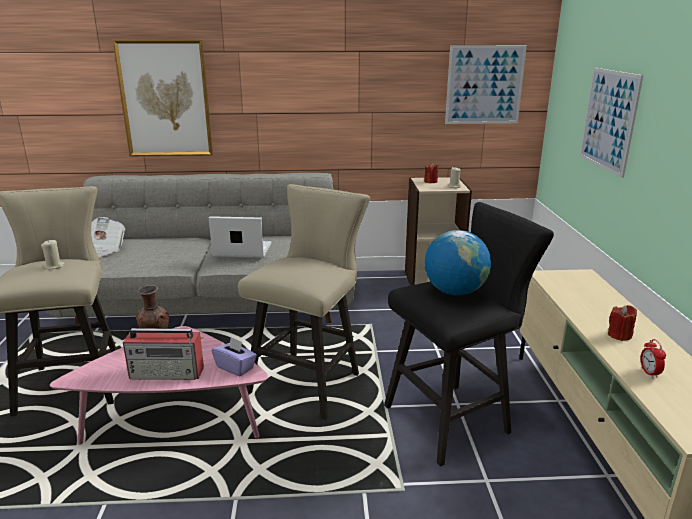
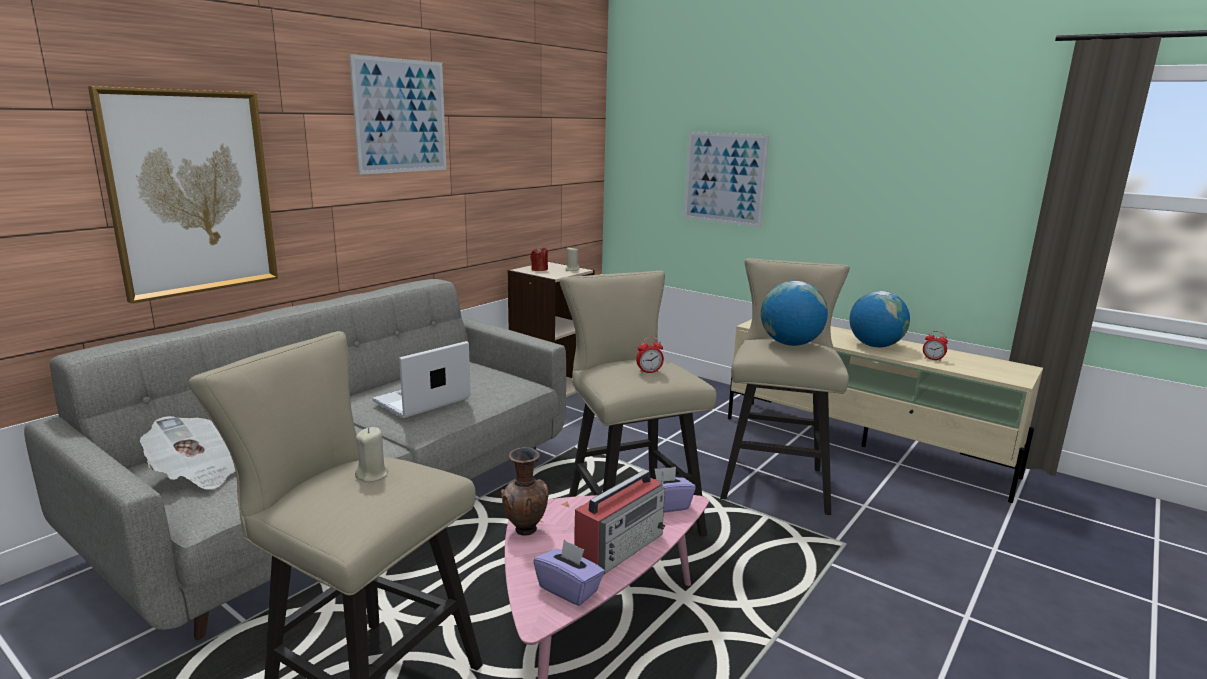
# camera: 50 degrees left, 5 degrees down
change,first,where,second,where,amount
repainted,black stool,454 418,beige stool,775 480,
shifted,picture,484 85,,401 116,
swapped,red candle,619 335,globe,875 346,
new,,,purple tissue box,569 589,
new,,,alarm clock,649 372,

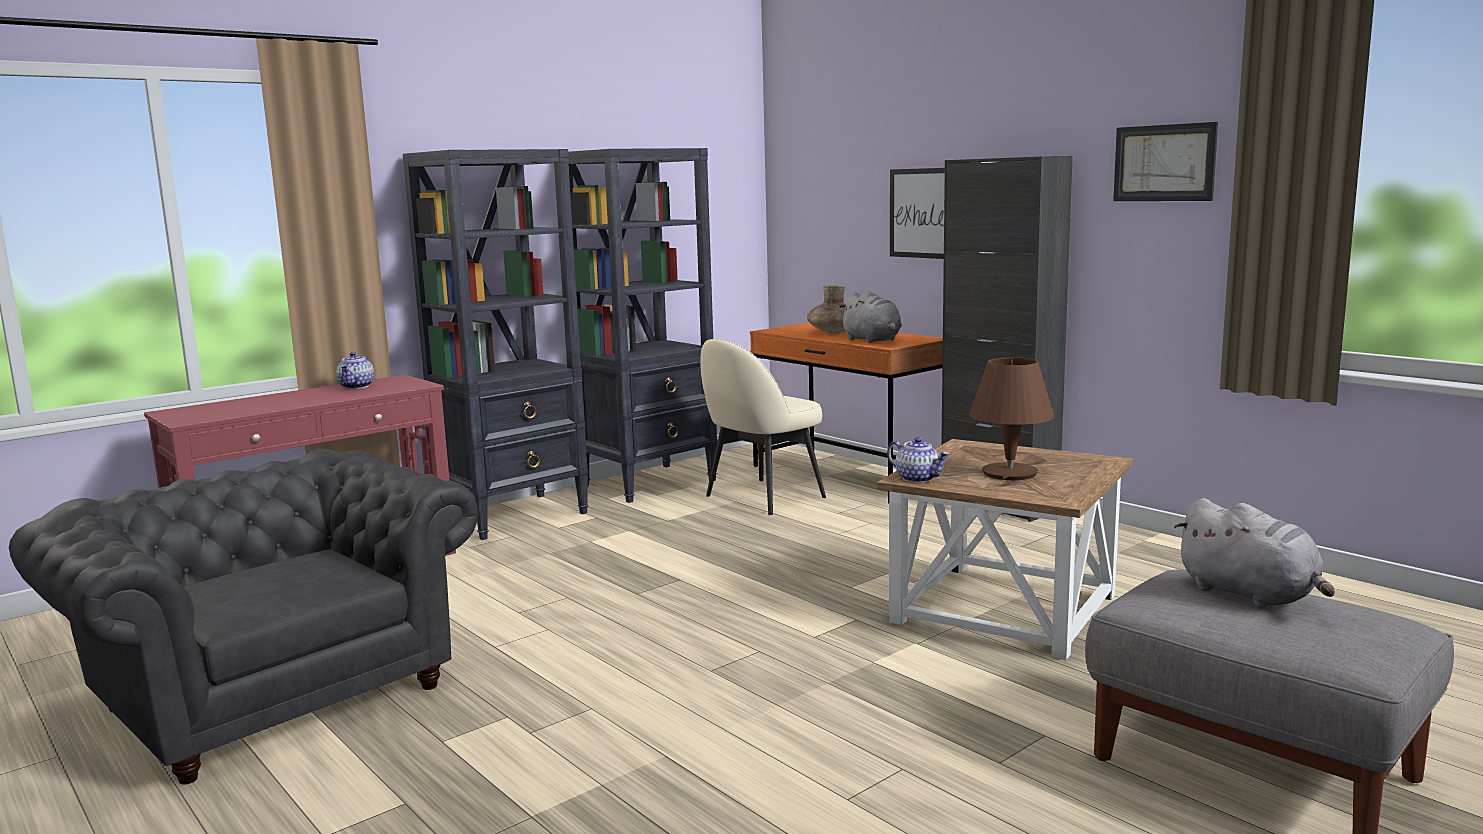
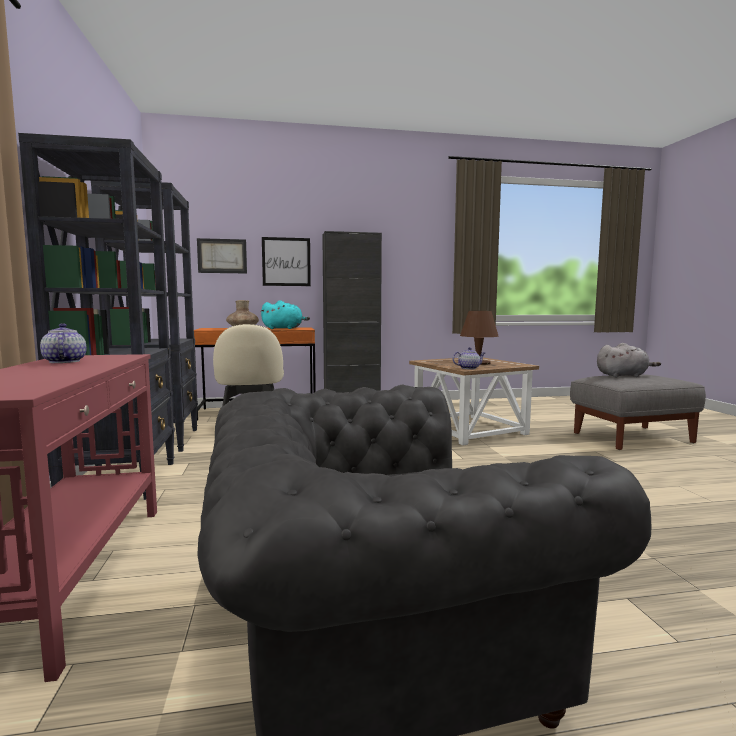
# camera: 60 degrees left, 5 degrees down
change,first,where,second,where,amount
rotated,teapot,357 386,,64 361,150 degrees counterclockwise
repainted,grey plush toy,873 340,turquoise plush toy,284 328,
shifted,picture,1164 163,,222 256,

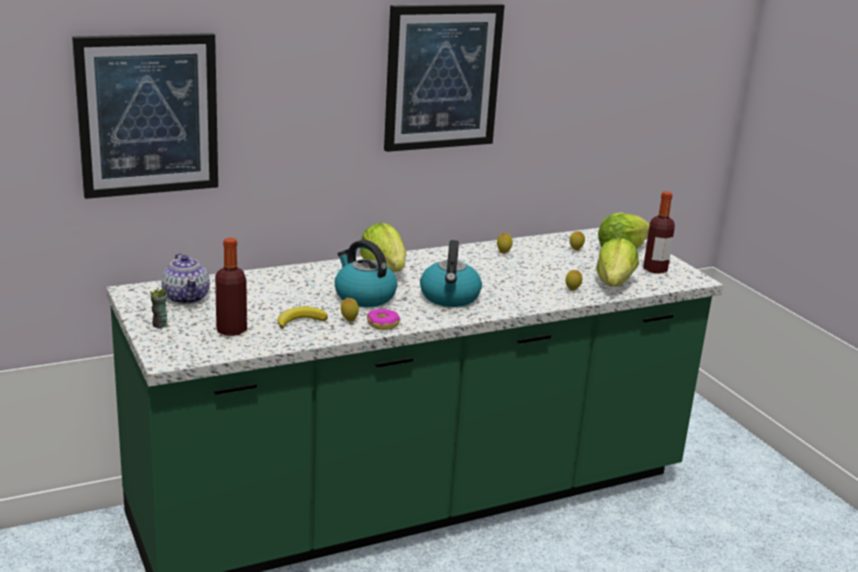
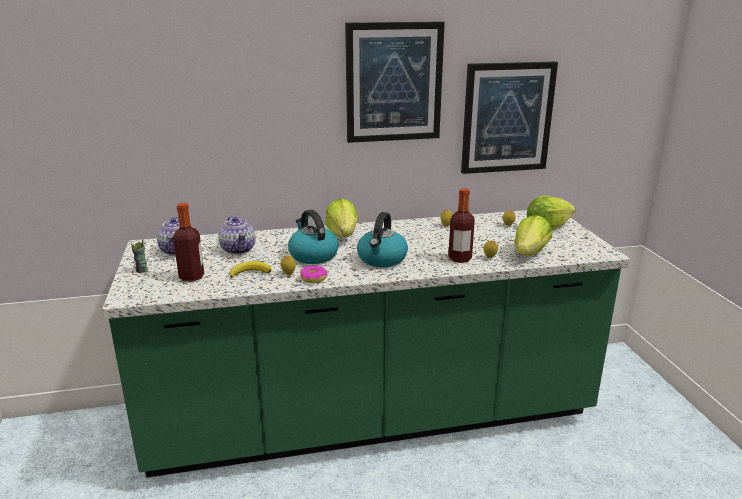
# camera: 15 degrees right, 0 degrees up
change,first,where,second,where,amount
shifted,picture,148 115,,507 118,
shifted,bottle,655 269,,460 259,
new,,,teapot,238 249,

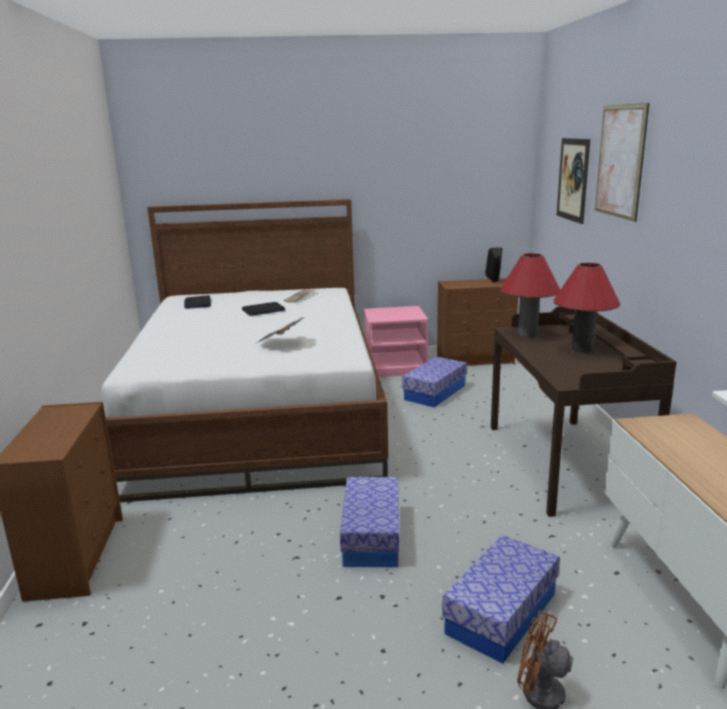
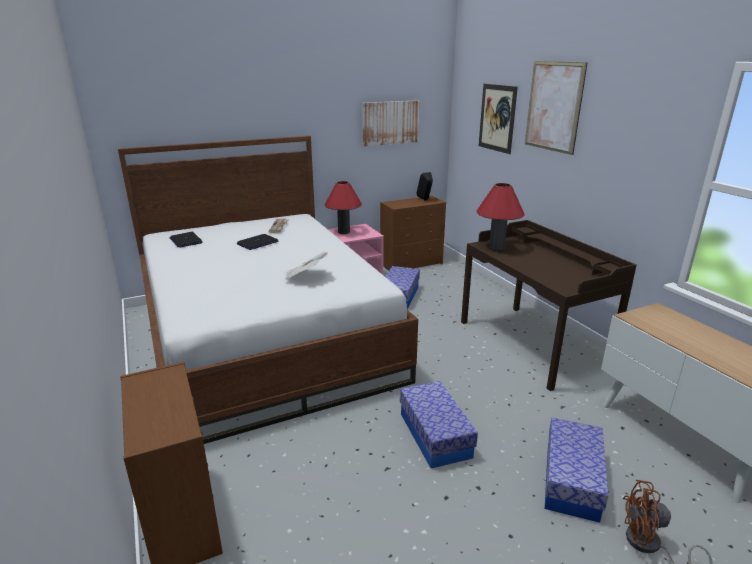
# camera: 20 degrees left, 5 degrees up
change,first,where,second,where,amount
shifted,red table lamp,582 349,,344 232,
new,,,picture,390 123,

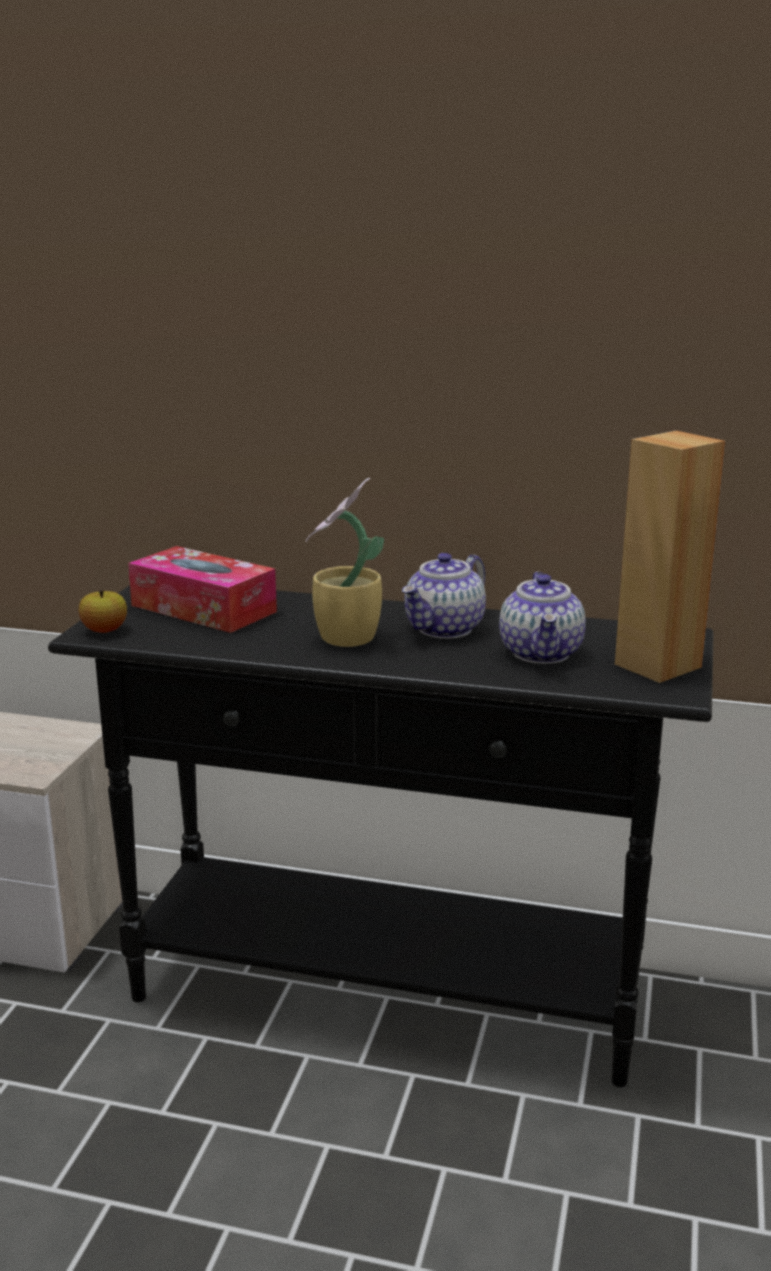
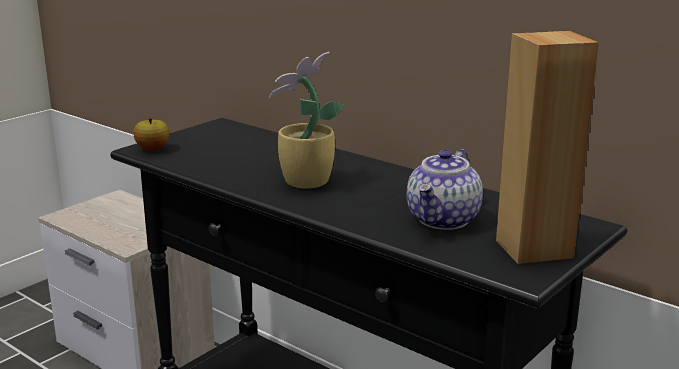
# camera: 25 degrees right, 0 degrees up
change,first,where,second,where,amount
gone,tissue box,203 608,,,
gone,teapot,445 629,,,

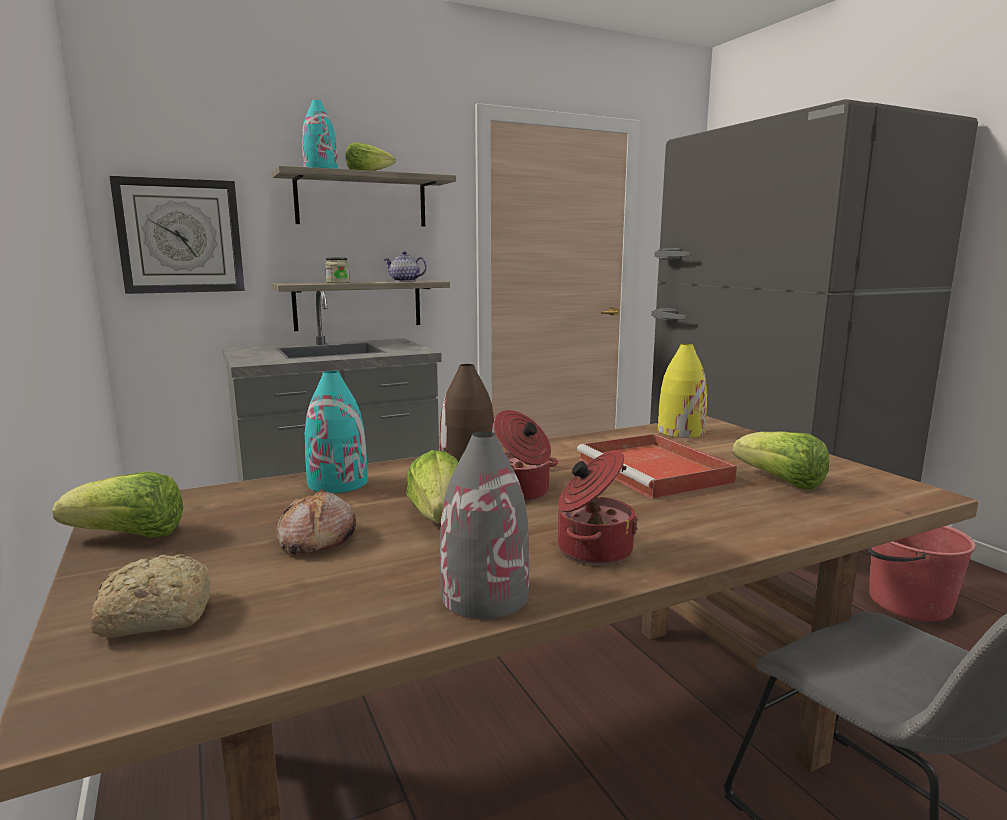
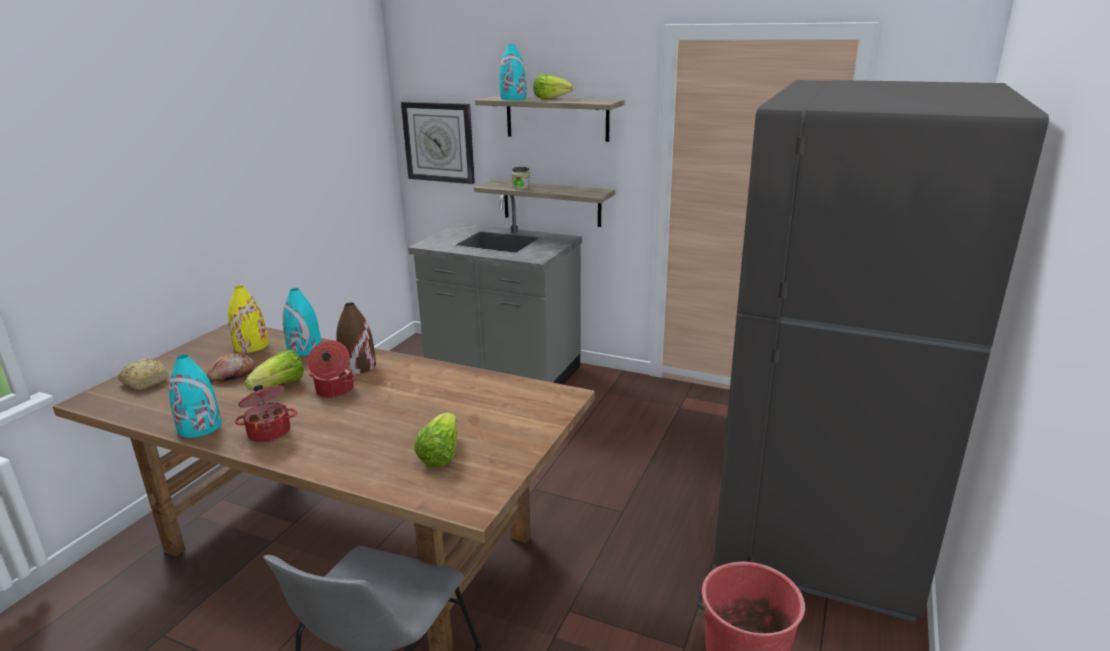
# camera: 50 degrees right, 10 degrees up
change,first,where,second,where,amount
gone,lettuce,129 536,,,
gone,teapot,404 281,,,
repainted,grey vase,485 595,turquoise vase,200 427,
gone,red tray,655 471,,,
shifted,yellow vase,680 431,,251 345,

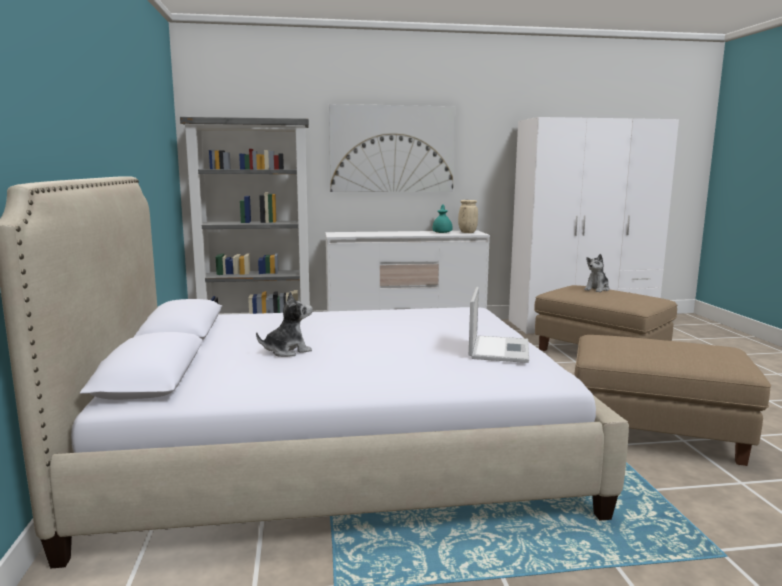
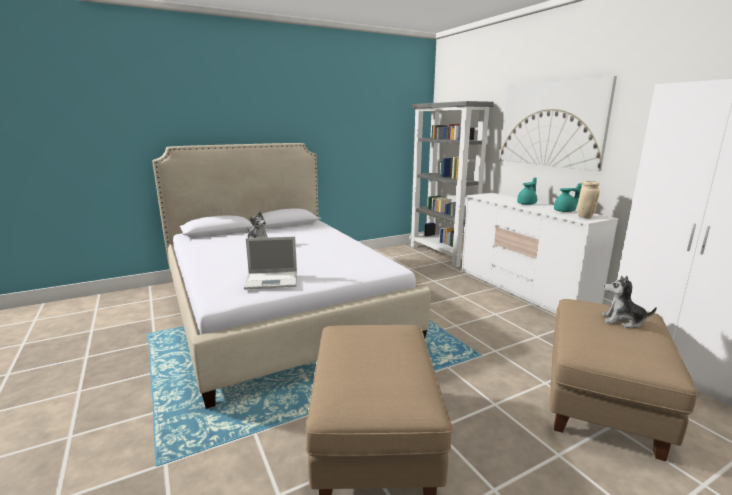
# camera: 70 degrees right, 5 degrees up
change,first,where,second,where,amount
new,,,turquoise teapot,527 204,

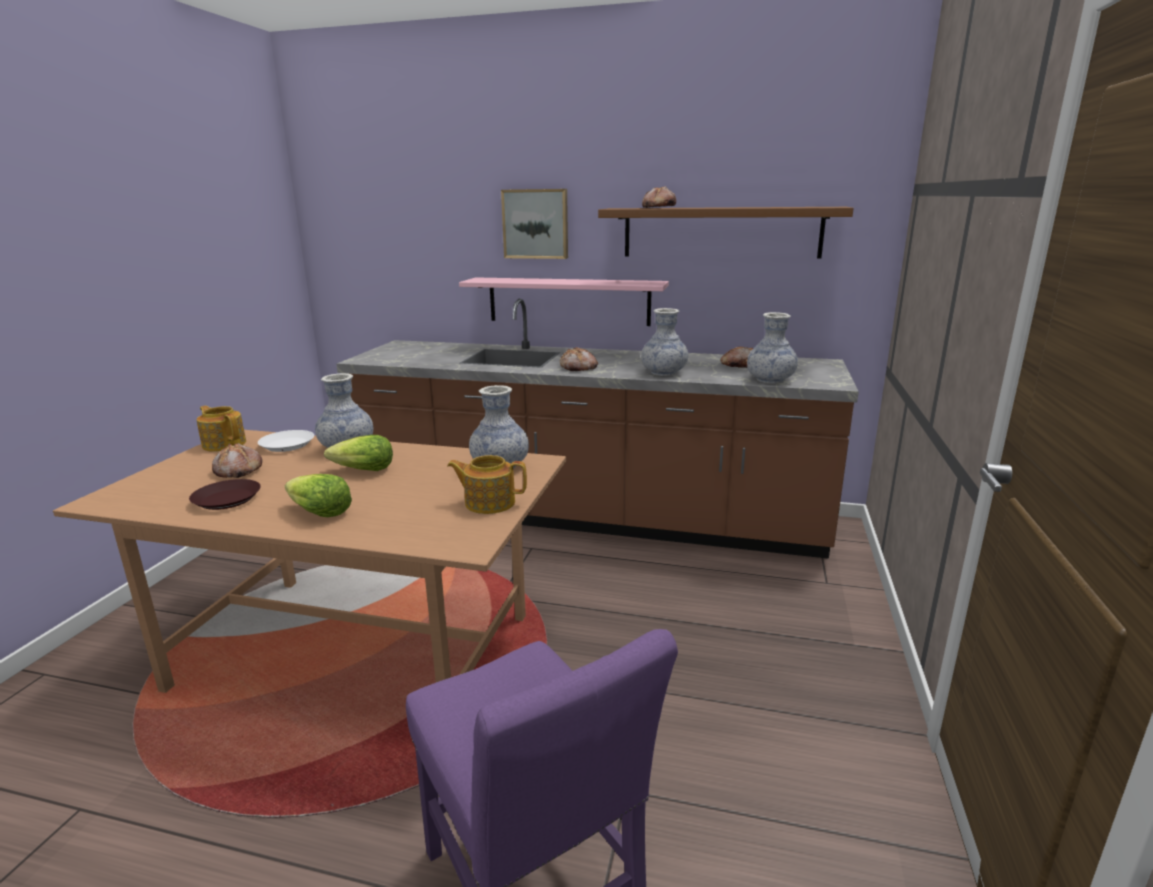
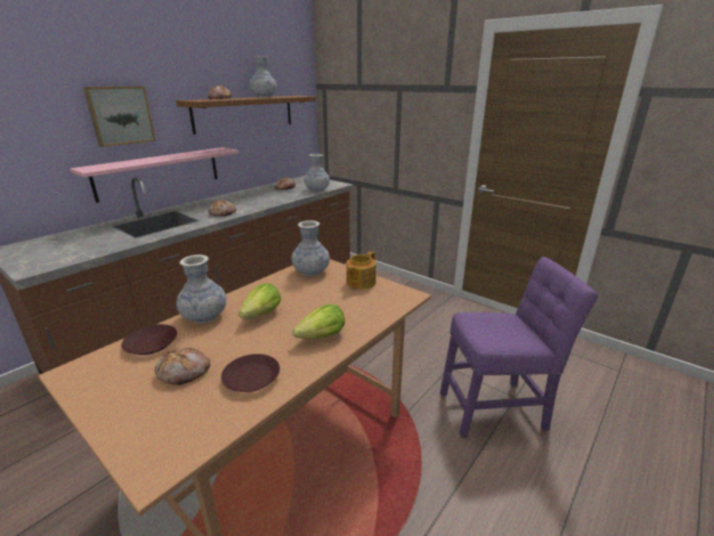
# camera: 65 degrees left, 5 degrees up
change,first,where,second,where,amount
gone,teapot,224 444,,,
repainted,white plate,287 445,brown plate,150 344,
shifted,vase,664 373,,264 97,

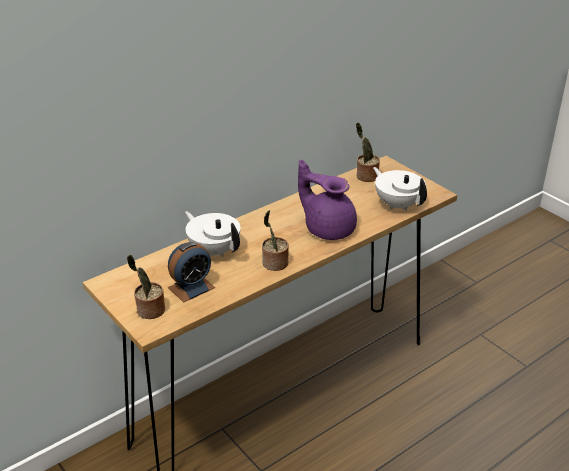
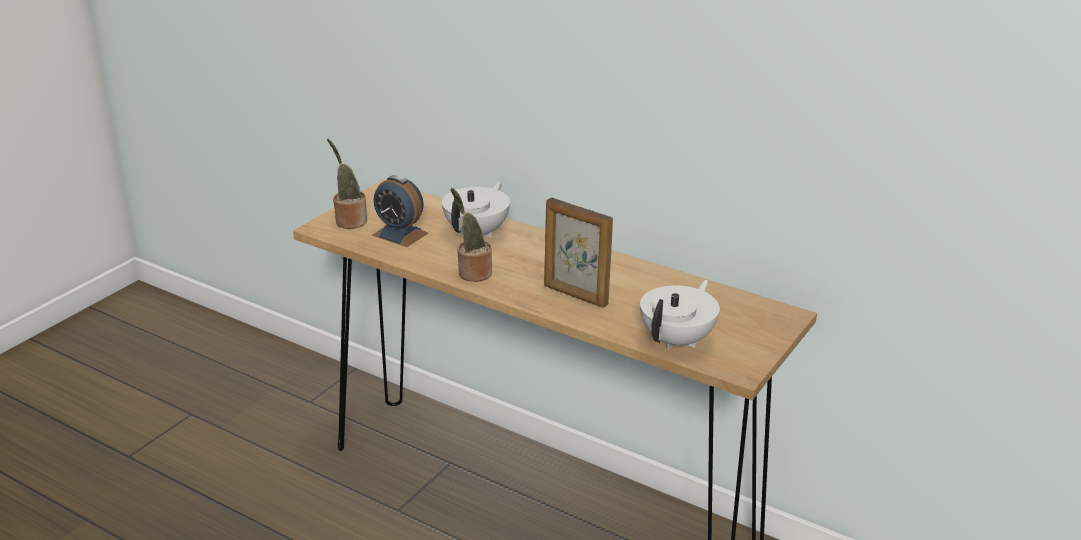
# camera: 70 degrees right, 5 degrees down
change,first,where,second,where,amount
swapped,purple teapot,328 228,picture frame,575 295,
gone,potted plant,365 176,,,

